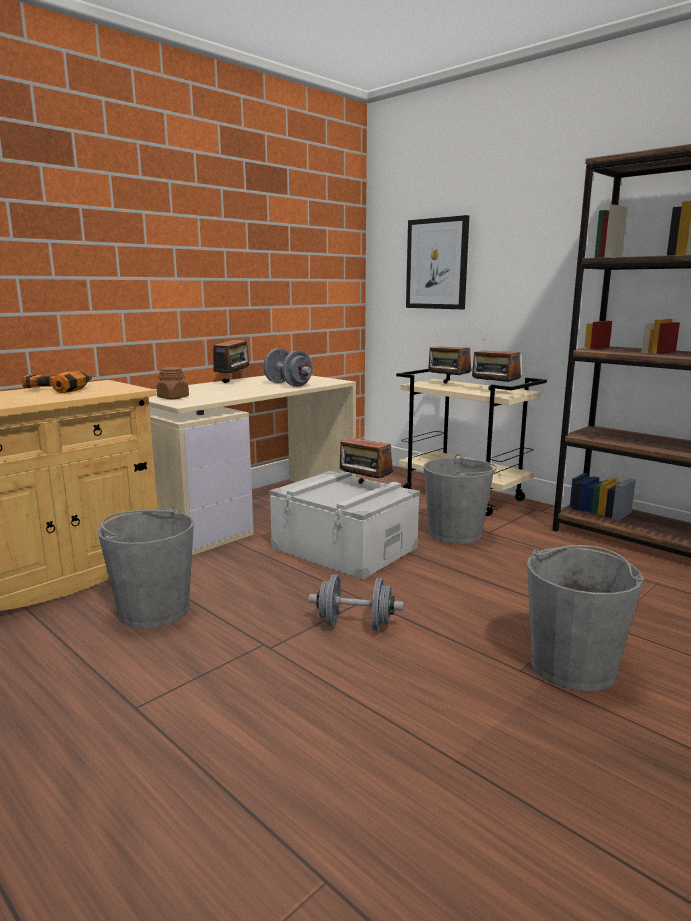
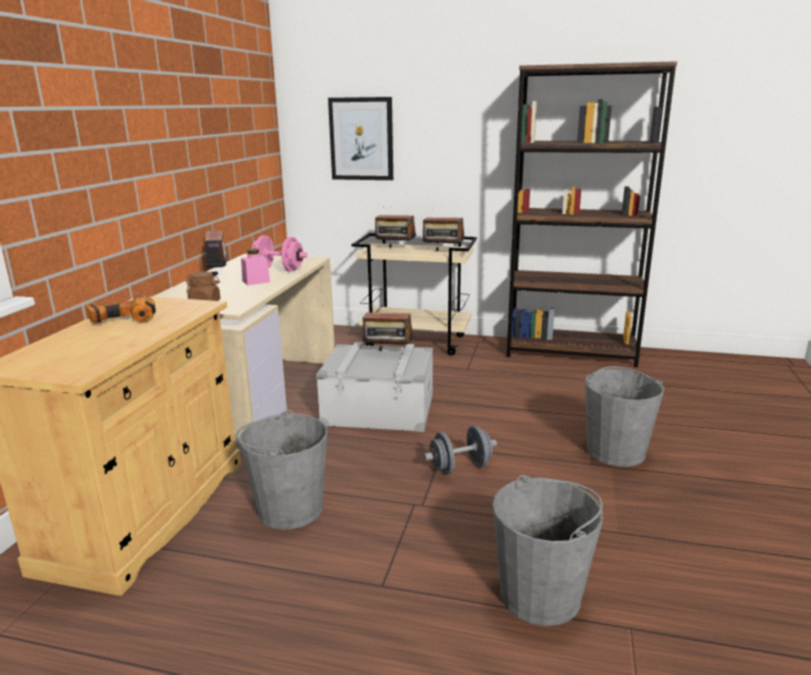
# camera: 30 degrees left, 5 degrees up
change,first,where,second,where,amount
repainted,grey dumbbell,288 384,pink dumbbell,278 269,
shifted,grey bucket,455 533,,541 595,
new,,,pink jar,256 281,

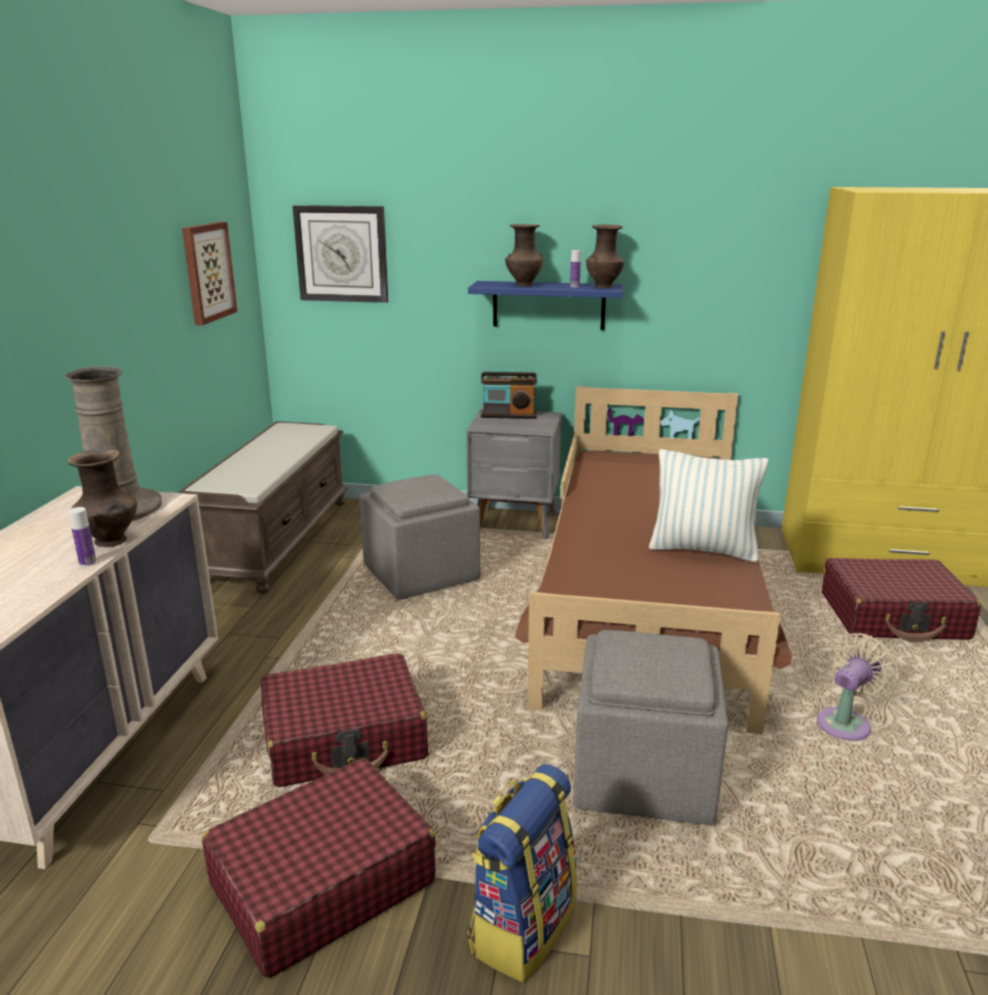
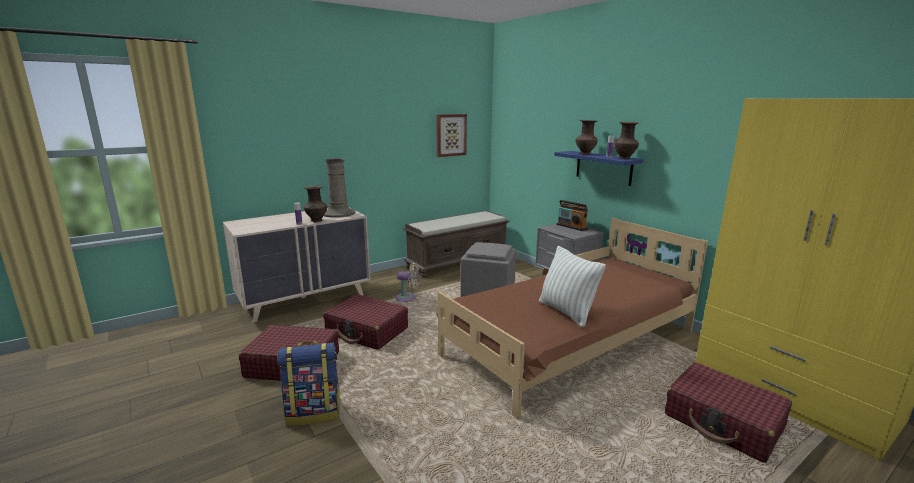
# camera: 45 degrees right, 5 degrees down
change,first,where,second,where,amount
gone,wall clock,342 254,,,
gone,grey ottoman,645 774,,,
shifted,beige fan,846 723,,408 298,

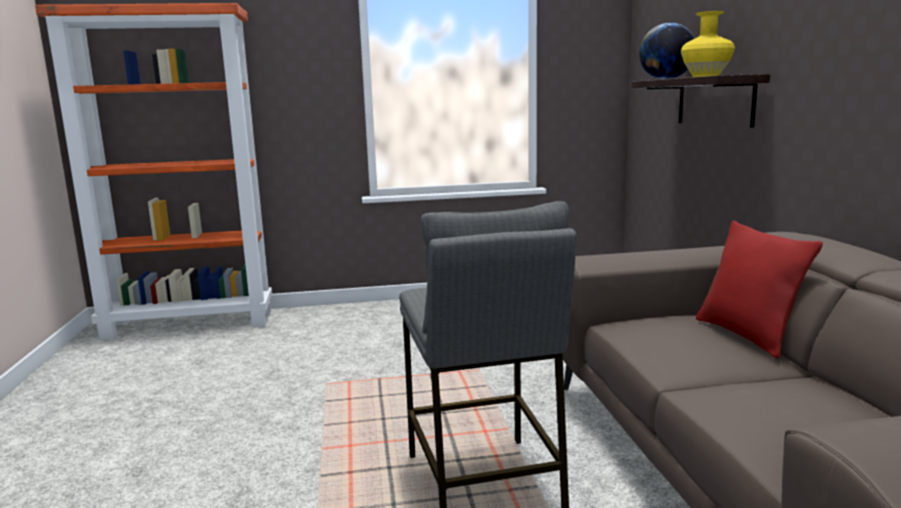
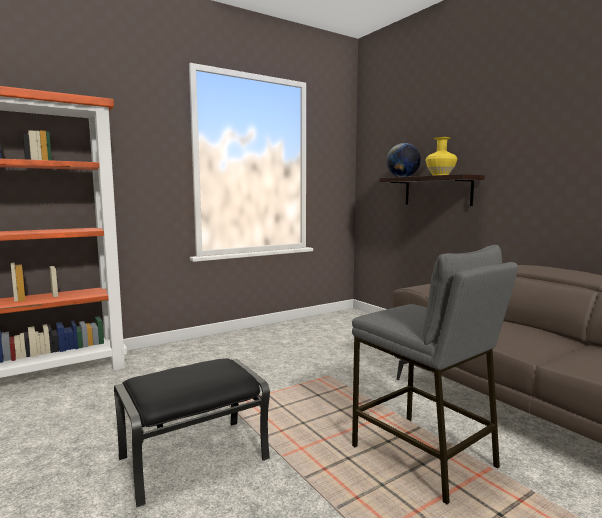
# camera: 25 degrees left, 5 degrees down
change,first,where,second,where,amount
gone,red pillow,747 335,,,
new,,,black ottoman,194 457,

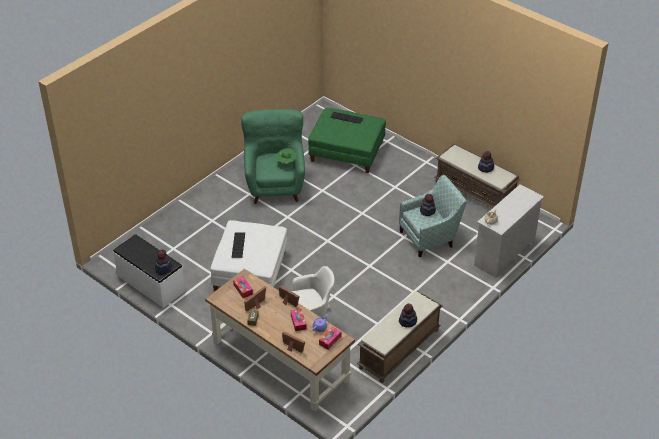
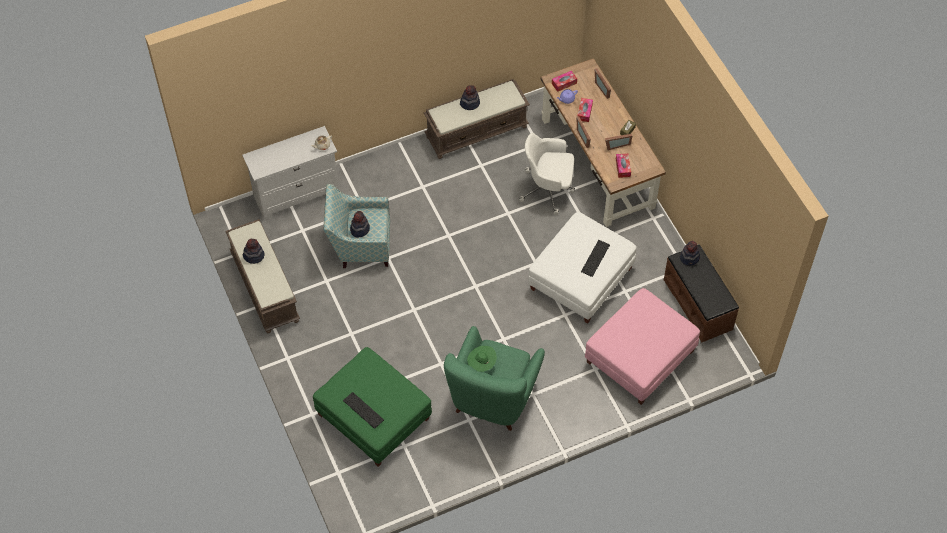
# camera: 155 degrees left, 15 degrees up
change,first,where,second,where,amount
repainted,white bench,150 284,brown bench,698 304,
new,,,pink ottoman,640 357,

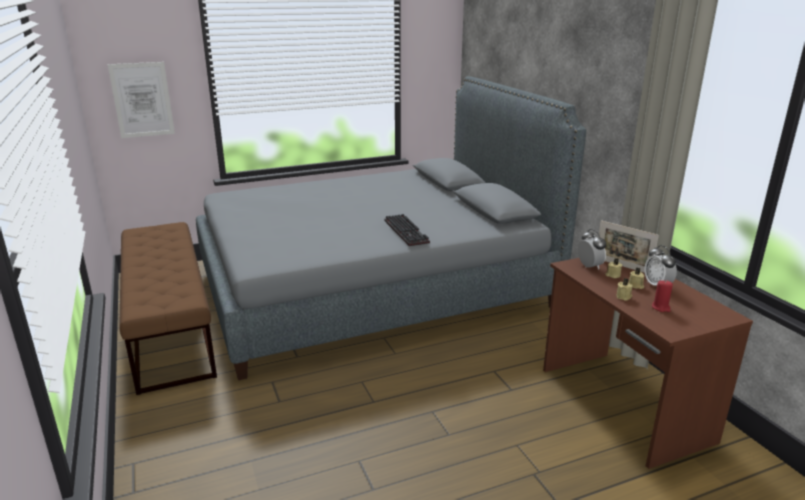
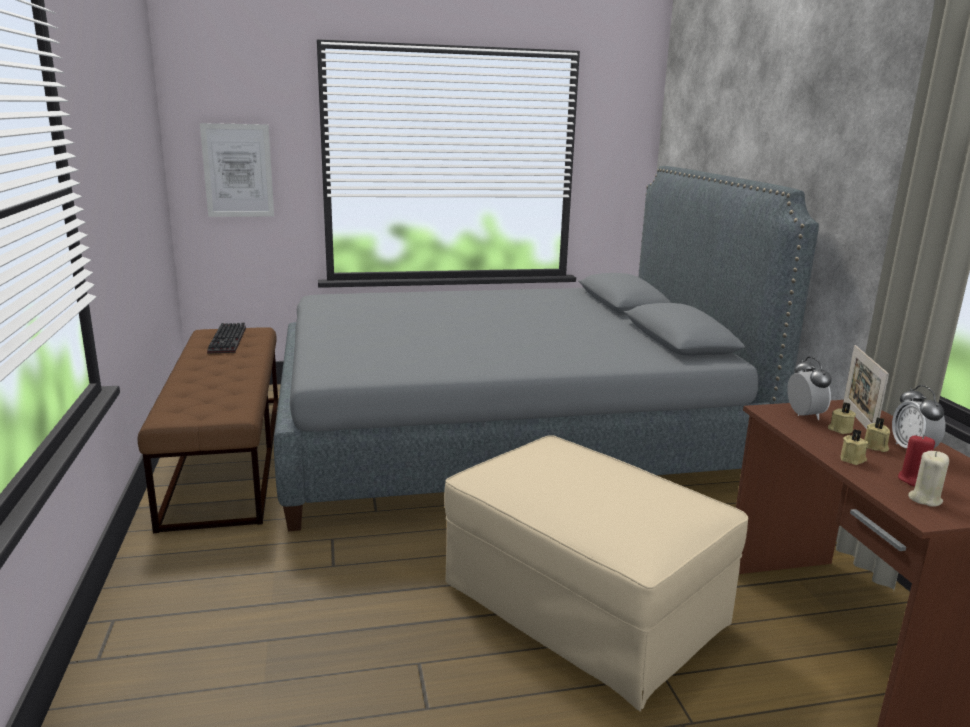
# camera: 10 degrees right, 5 degrees down
change,first,where,second,where,amount
shifted,keyboard,407 232,,229 340,
rotated,picture frame,622 266,,858 419,45 degrees clockwise
new,,,beige ottoman,582 604,
new,,,beige candle,924 499,

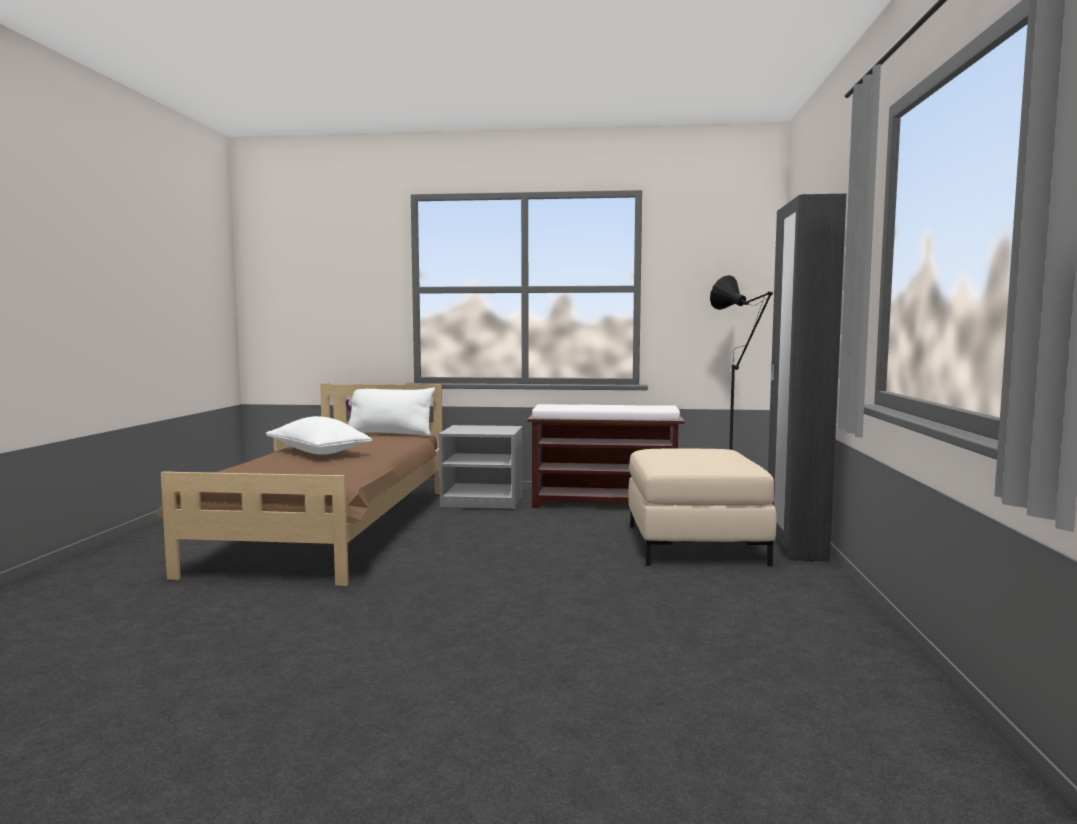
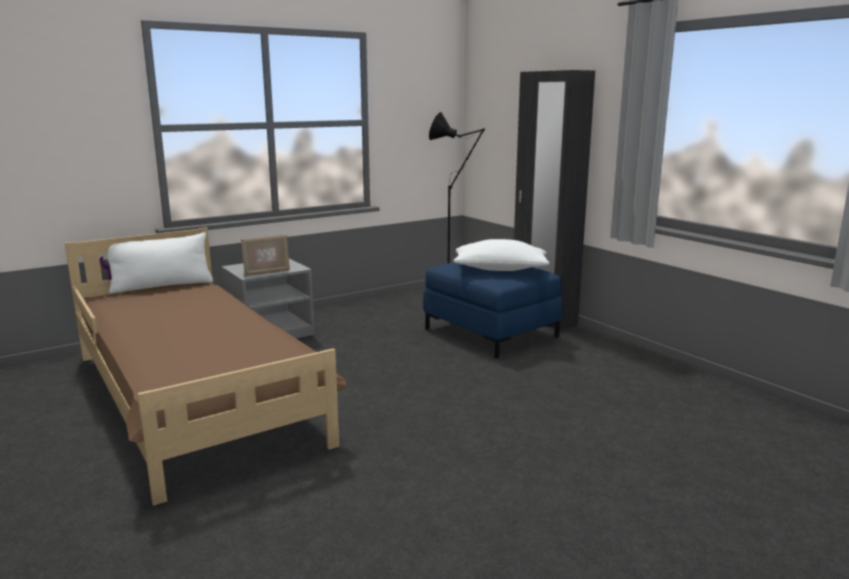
# camera: 40 degrees left, 10 degrees up
change,first,where,second,where,amount
shifted,white pillow,318 453,,500 270,
gone,brown bench,605 503,,,
repainted,beige ottoman,695 544,blue ottoman,491 333,
new,,,picture frame,266 272,

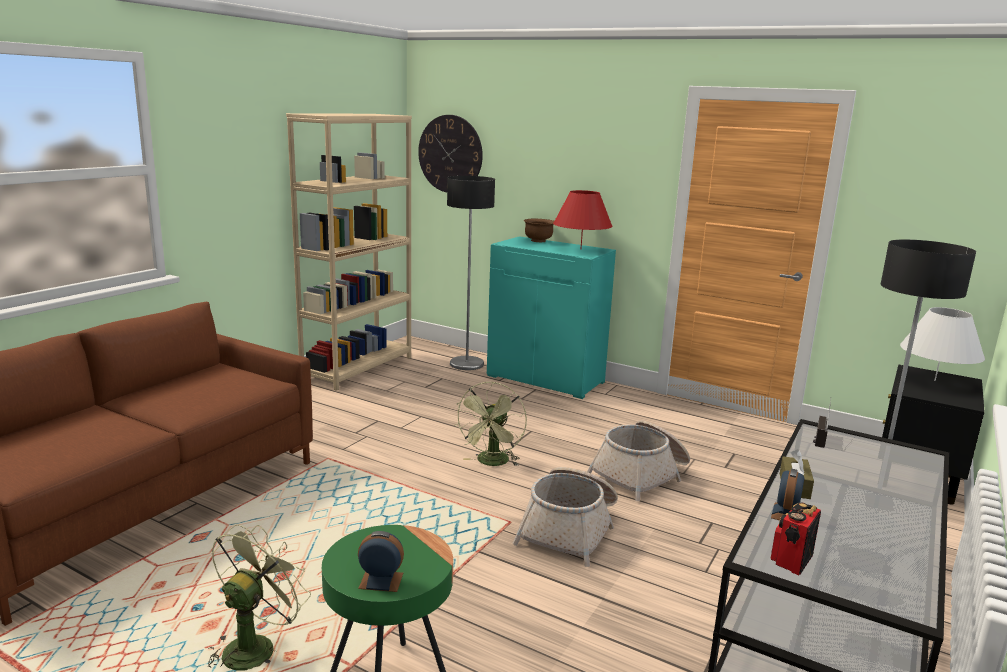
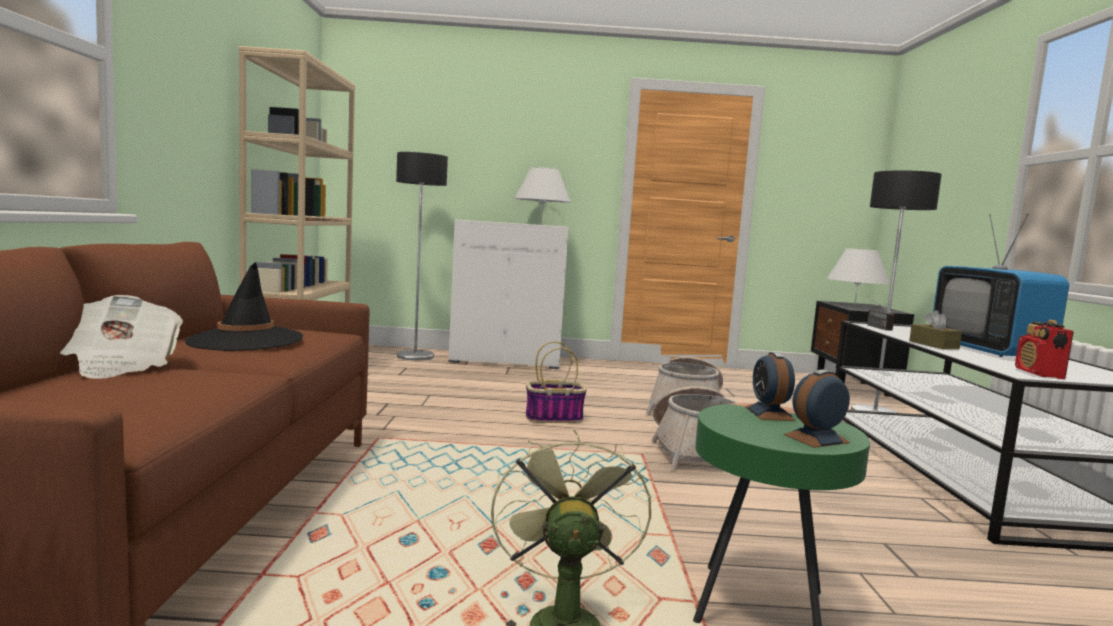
# camera: 30 degrees left, 10 degrees down
change,first,where,second,where,amount
gone,wall clock,450 154,,,
swapped,green fan,492 463,basket,554 418,
repainted,turquoise cabinet,546 379,white cabinet,506 359,
gone,brown bowl,538 241,,,
repainted,red table lamp,581 249,white table lamp,541 224,
shifted,alarm clock,786 513,,769 413,
new,,,newspaper,120 365,
new,,,black hat,246 340,
new,,,television,988 350,

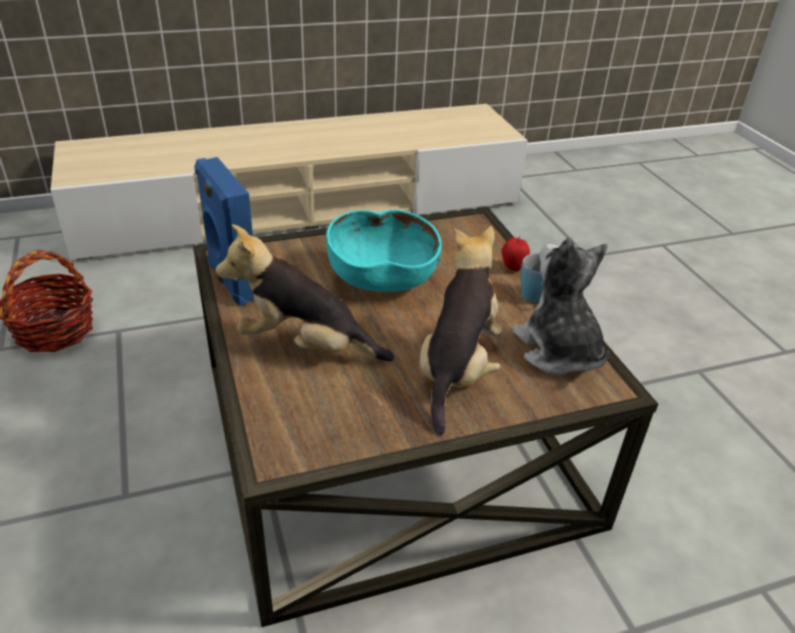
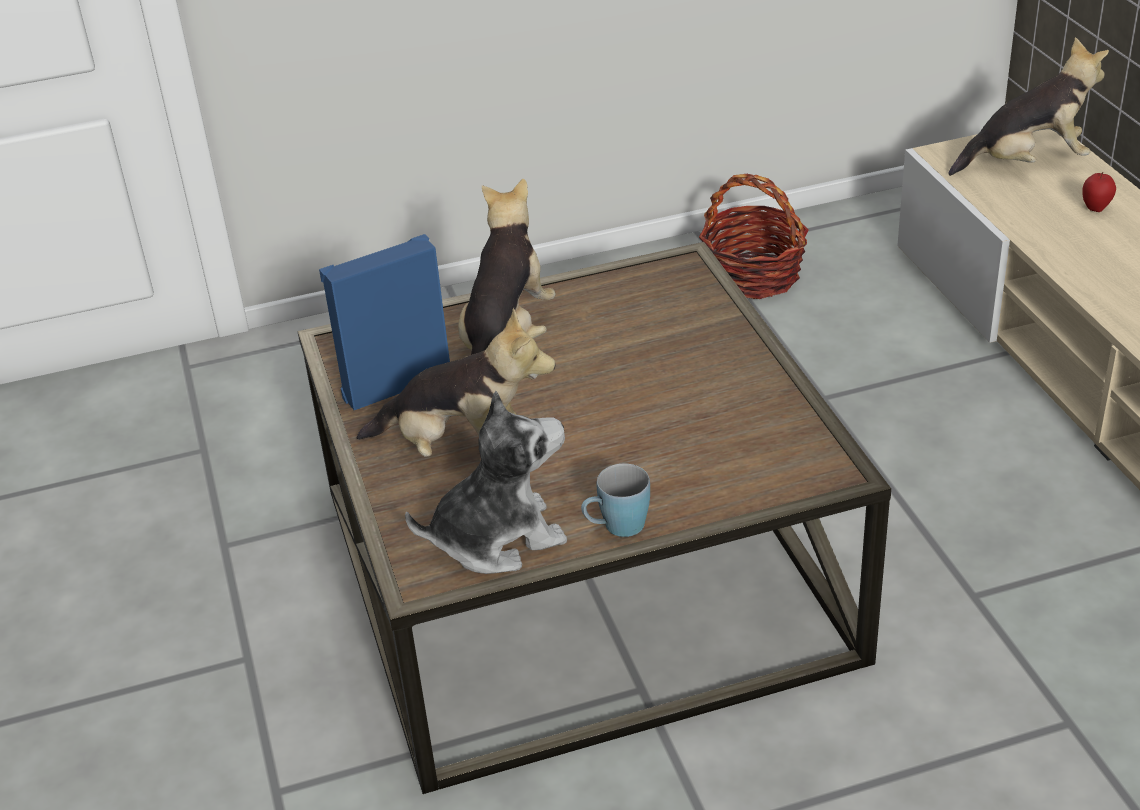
# camera: 95 degrees right, 0 degrees up
change,first,where,second,where,amount
shifted,blue speaker,230 281,,396 384,
gone,turquoise bowl,382 279,,,
shifted,apple,513 267,,1096 208,
new,,,plush toy,1027 163,

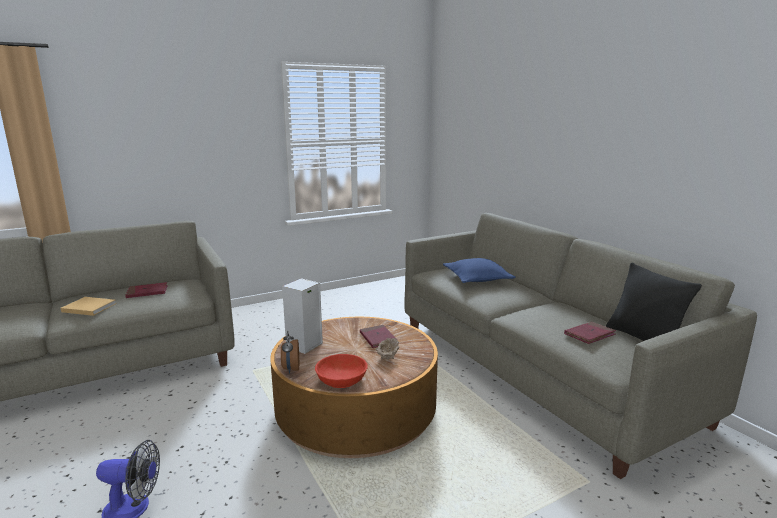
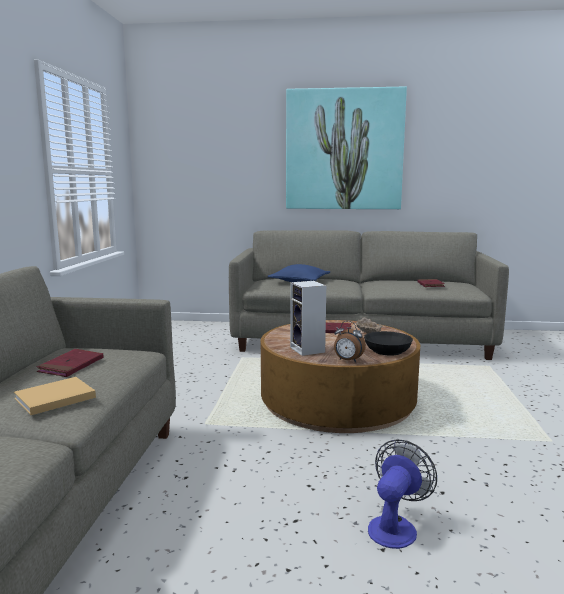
# camera: 55 degrees left, 5 degrees down
change,first,where,second,where,amount
repainted,red bowl,341 379,black bowl,387 350,
gone,black pillow,644 339,,,
new,,,picture,344 150,

